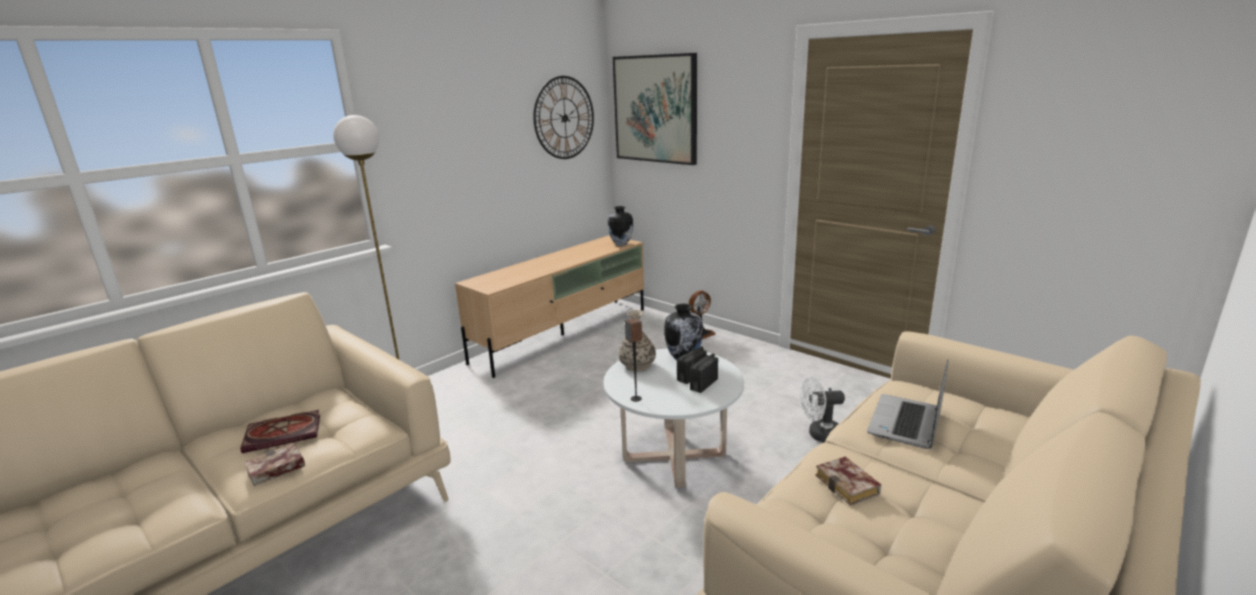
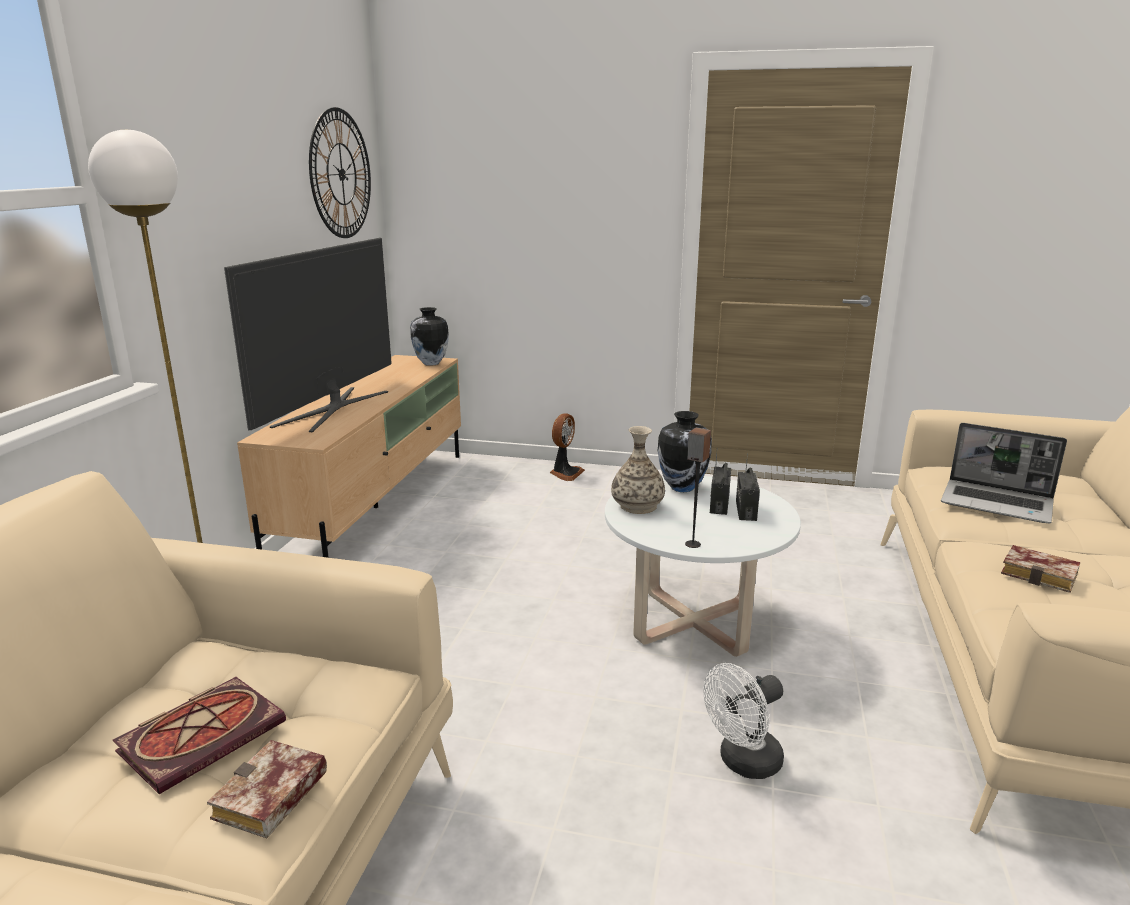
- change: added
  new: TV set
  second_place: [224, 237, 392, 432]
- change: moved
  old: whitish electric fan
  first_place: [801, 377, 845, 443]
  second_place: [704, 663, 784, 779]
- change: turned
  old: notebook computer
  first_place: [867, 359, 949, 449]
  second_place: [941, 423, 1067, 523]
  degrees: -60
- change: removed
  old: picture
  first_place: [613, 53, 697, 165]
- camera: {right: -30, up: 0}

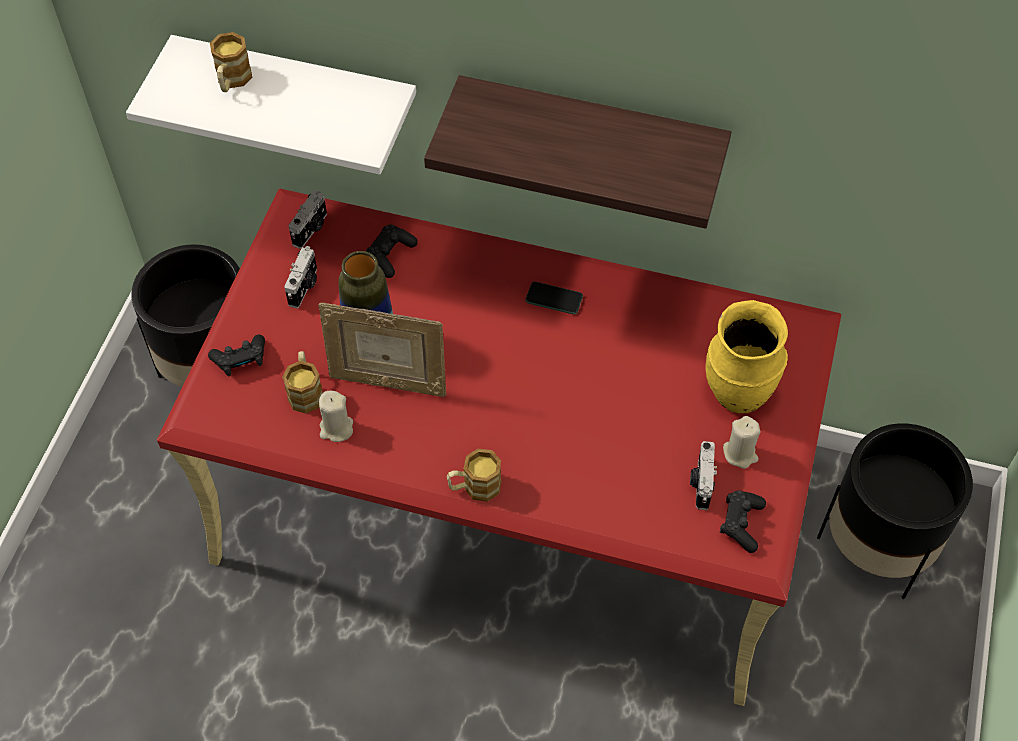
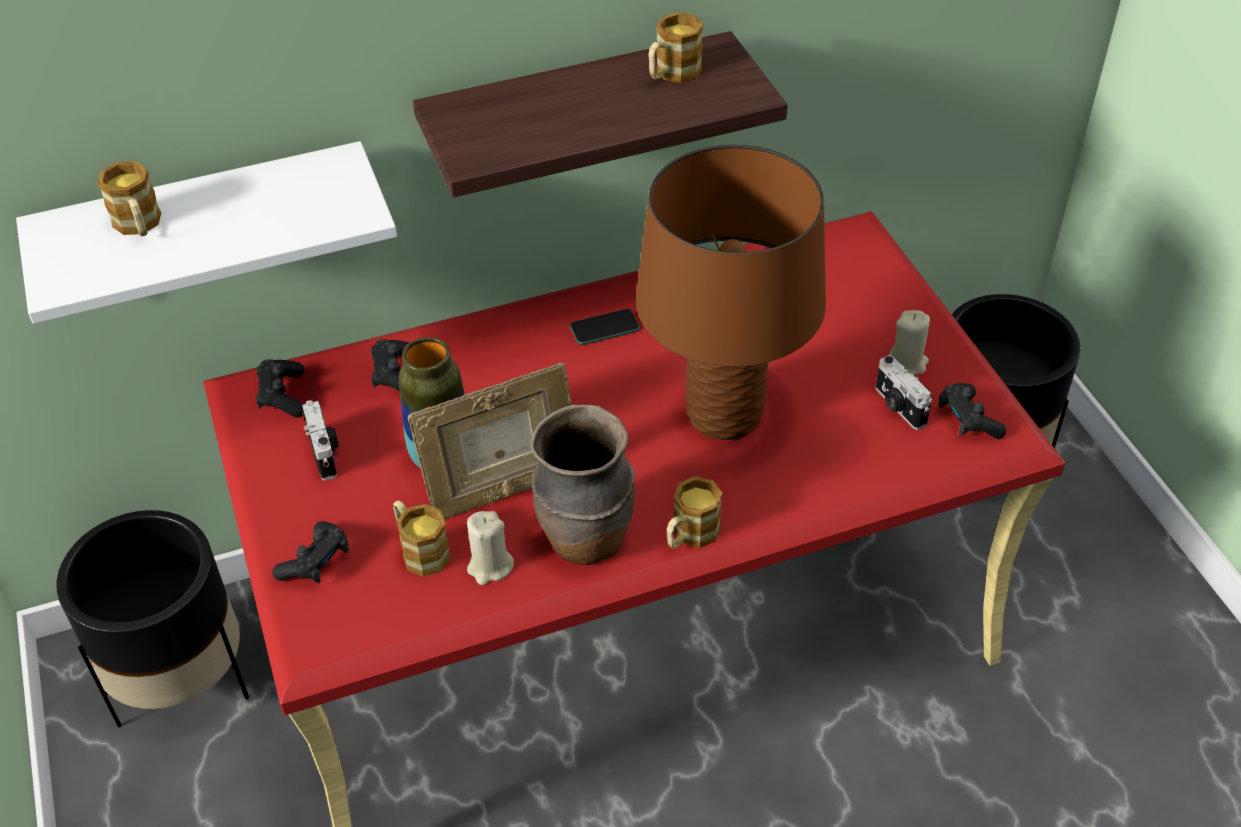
- change: replaced
  old: photo camera
  new: black-coloured gamepad
  first_place: [289, 190, 327, 249]
  second_place: [256, 359, 304, 418]
- change: added
  new: brown flower vase
  second_place: [531, 405, 635, 565]
- change: added
  new: brown lamp for a table
  second_place: [636, 144, 826, 440]
- change: added
  new: tea mug
  second_place: [649, 12, 703, 83]
- change: removed
  old: yellow flower vase
  first_place: [705, 300, 788, 413]
- camera: {right: -35, up: -10}

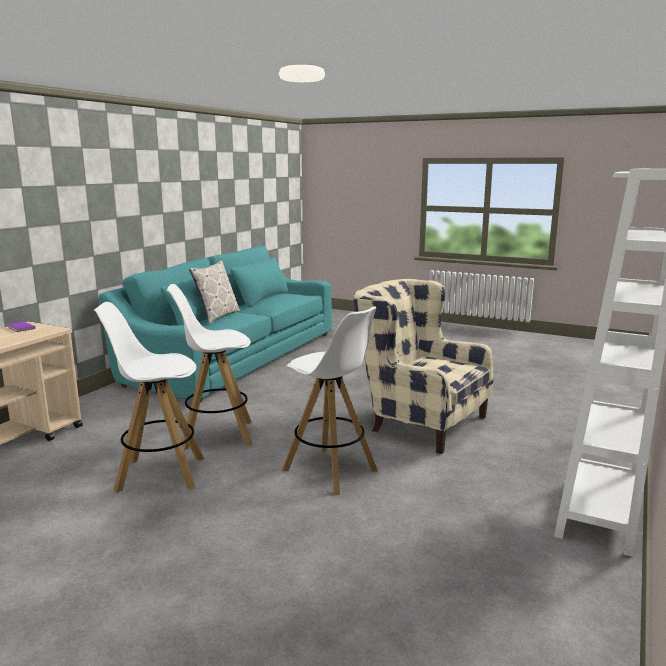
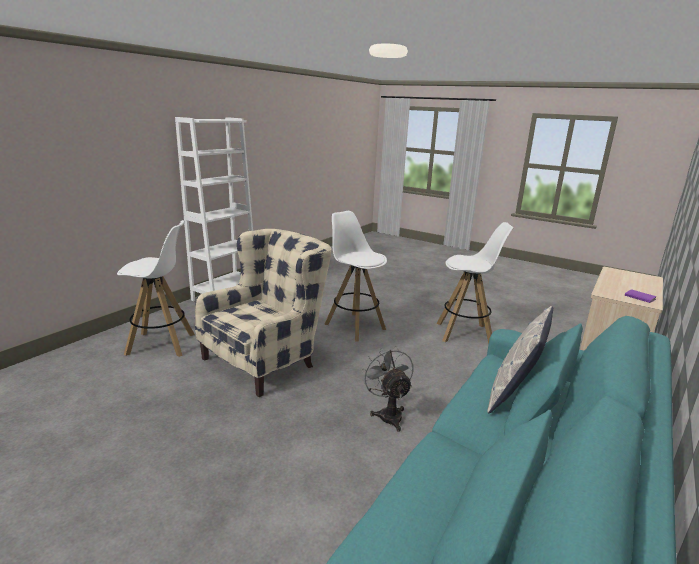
- change: moved
  old: whitish sitting stool
  first_place: [166, 284, 252, 450]
  second_place: [117, 220, 195, 357]
- change: turned
  old: beige-coloured easy chair
  first_place: [354, 279, 493, 454]
  second_place: [195, 229, 331, 397]
  degrees: -90
- change: added
  new: greyish electric fan
  second_place: [361, 346, 413, 432]
- camera: {right: -175, up: 5}

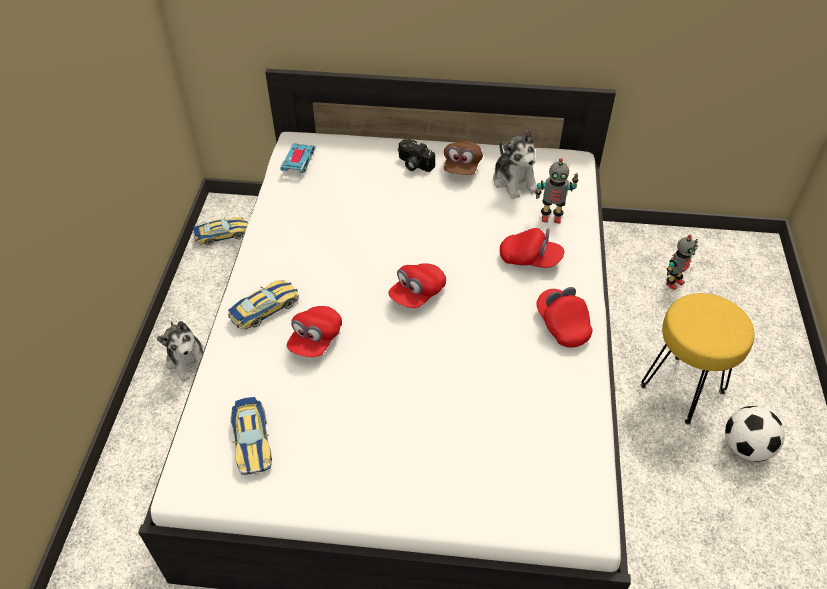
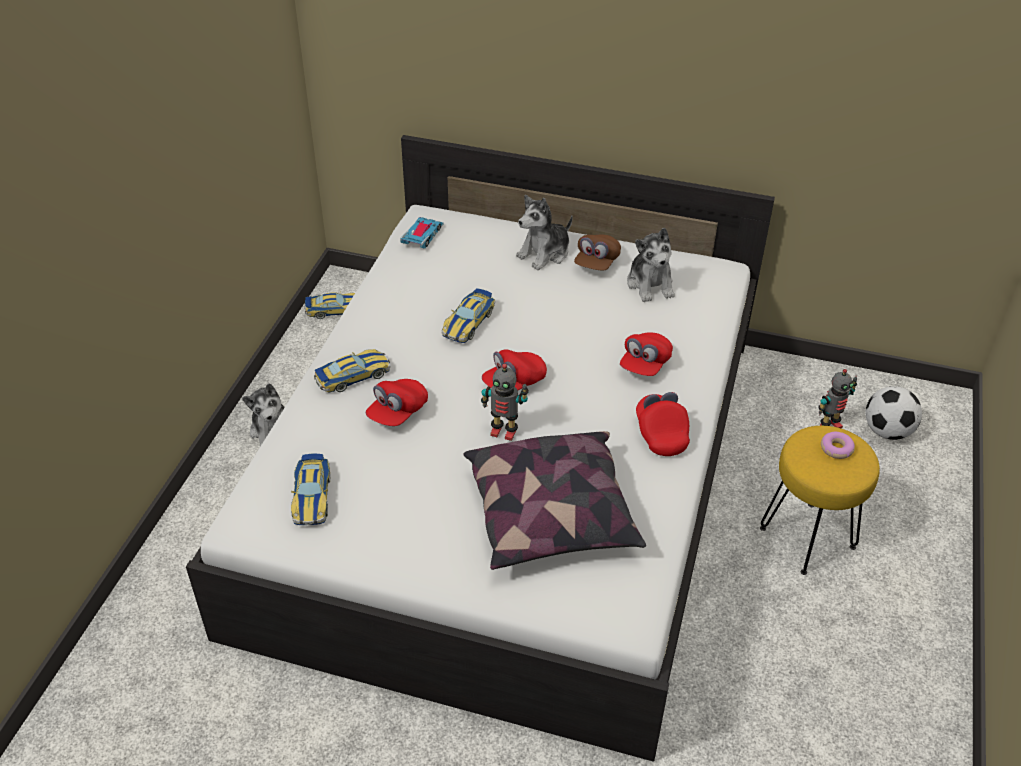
- change: added
  new: model car
  second_place: [442, 288, 495, 343]
- change: added
  new: pillow
  second_place: [463, 431, 646, 570]
- change: moved
  old: toy robot
  first_place: [535, 158, 578, 223]
  second_place: [481, 363, 529, 441]
- change: replaced
  old: photo camera
  new: cuddly toy
  first_place: [398, 139, 435, 172]
  second_place: [516, 195, 573, 270]
- change: turned
  old: reddish peaked cap
  first_place: [500, 228, 564, 268]
  second_place: [620, 332, 673, 376]
  degrees: 90
- change: added
  new: donut
  second_place: [821, 432, 855, 459]
- change: moved
  old: football ball
  first_place: [725, 406, 785, 462]
  second_place: [866, 386, 922, 440]
- camera: {right: 10, up: -5}

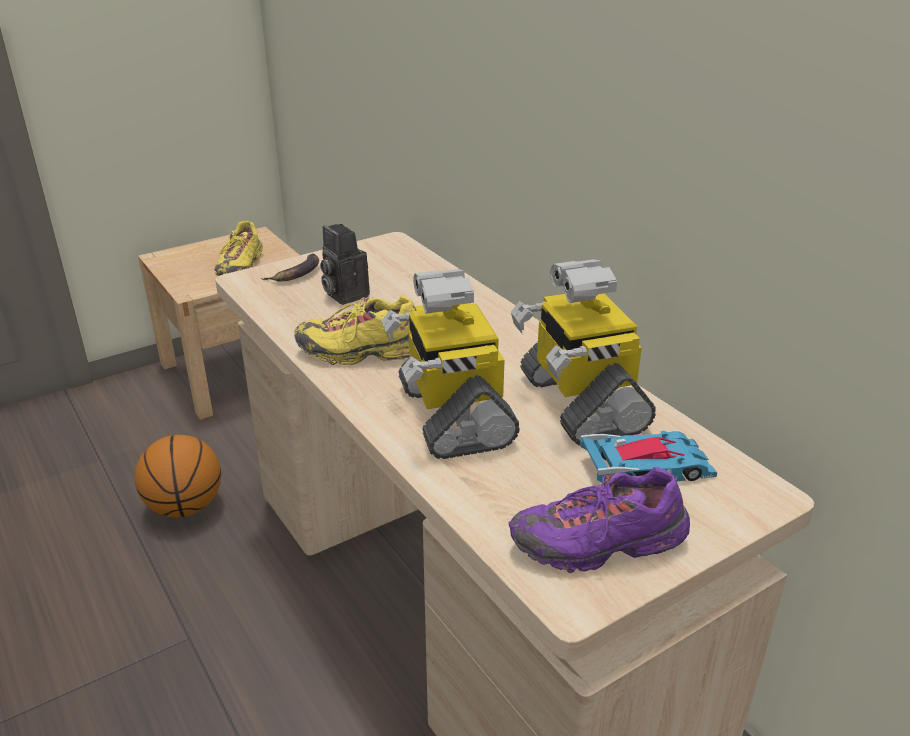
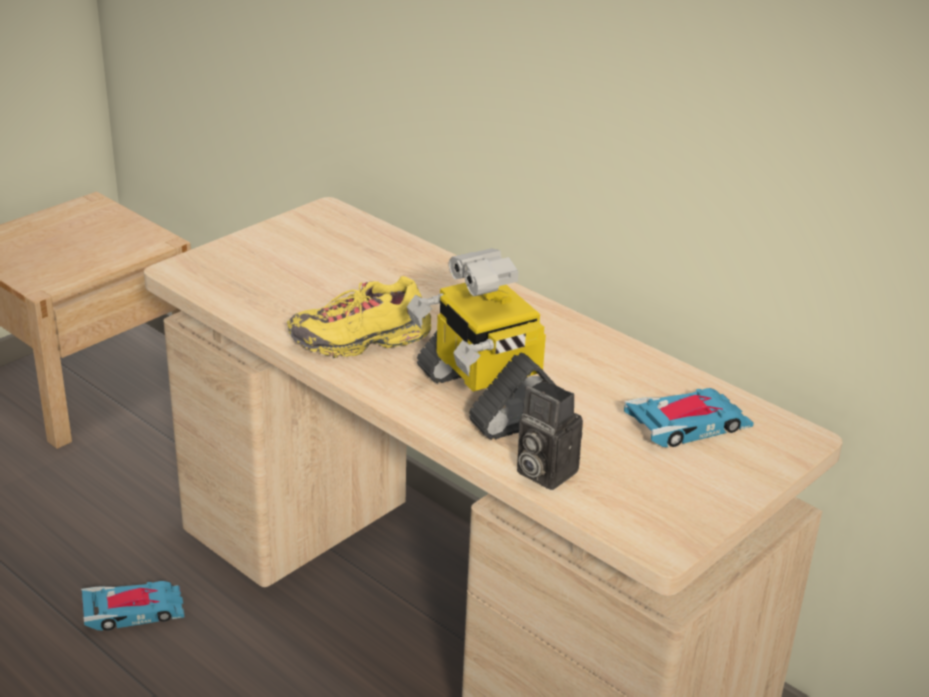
- change: added
  new: model car
  second_place: [81, 581, 185, 631]
- change: moved
  old: photo camera
  first_place: [320, 224, 370, 305]
  second_place: [517, 379, 583, 490]
- change: removed
  old: basketball ball
  first_place: [135, 435, 221, 518]
- change: removed
  old: yellow low shoe
  first_place: [214, 221, 263, 276]
- change: removed
  old: banana fruit
  first_place: [261, 254, 319, 282]
- change: removed
  old: purple low shoe
  first_place: [508, 467, 690, 573]
- change: removed
  old: toy robot
  first_place: [511, 259, 656, 446]
- camera: {right: -15, up: 0}

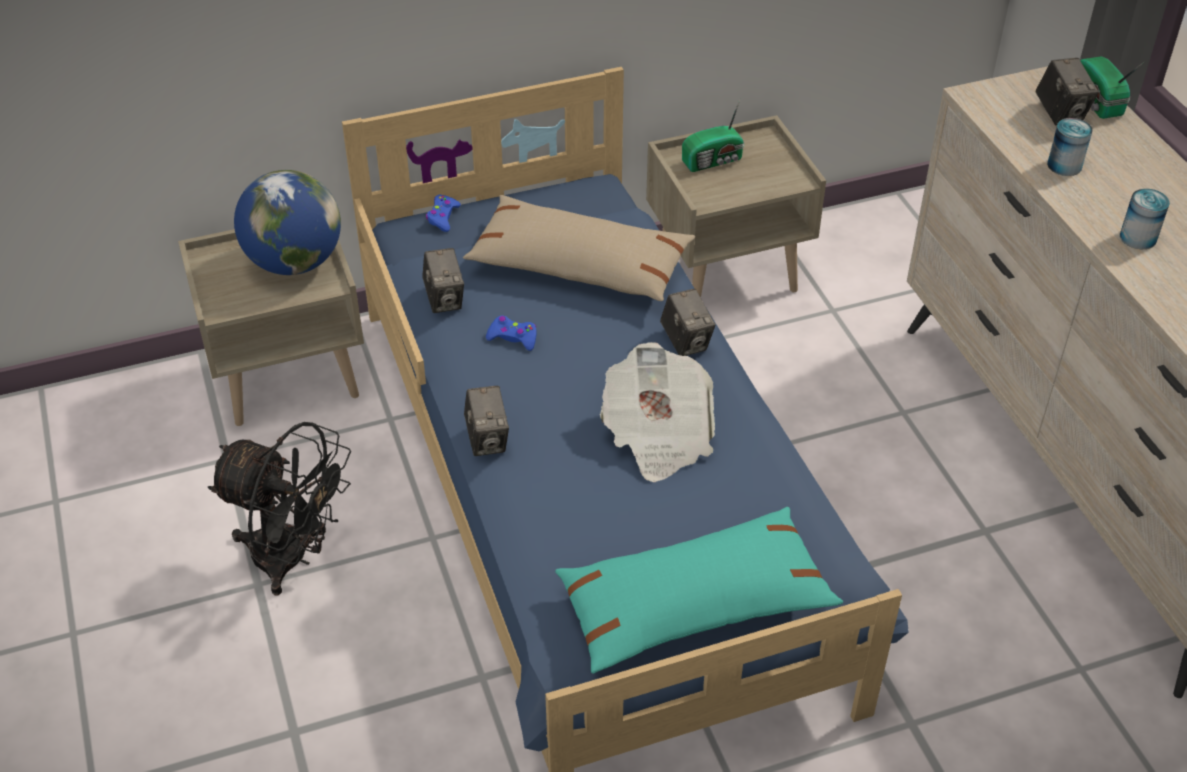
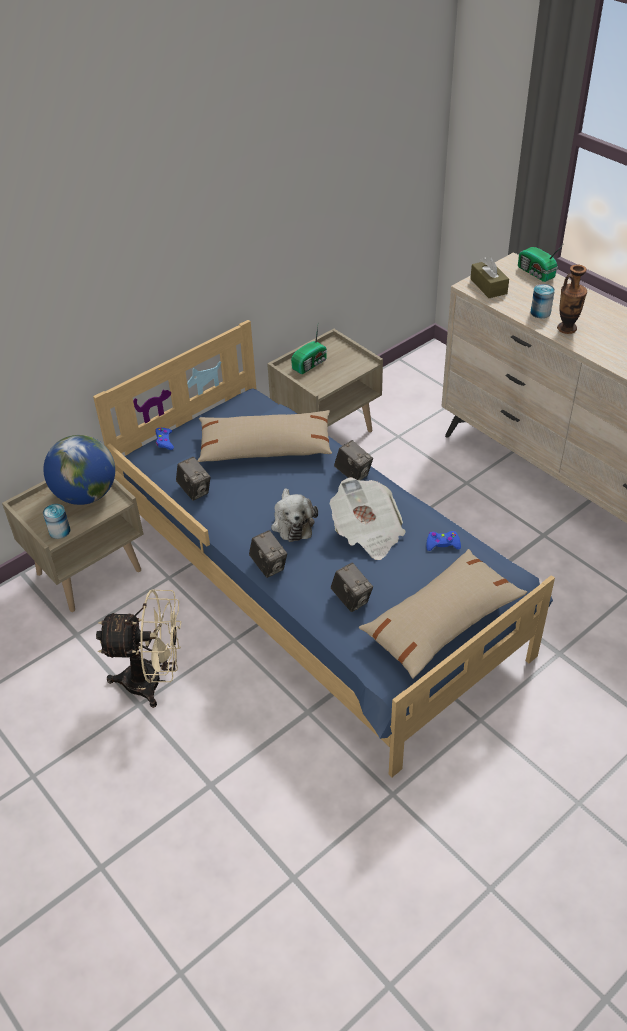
- change: moved
  old: can
  first_place: [1120, 189, 1170, 249]
  second_place: [43, 504, 70, 539]
- change: recoloured
  old: black-coloured electric fan
  new: beige-coloured electric fan
  first_place: [208, 422, 351, 595]
  second_place: [96, 589, 181, 708]
- change: added
  new: cuddly toy
  second_place: [271, 488, 318, 542]
- change: moved
  old: photo camera
  first_place: [1035, 58, 1099, 126]
  second_place: [331, 563, 373, 612]
- change: recoloured
  old: blue-green pillow
  new: beige-coloured pillow
  first_place: [555, 507, 843, 674]
  second_place: [359, 549, 527, 679]
- change: moved
  old: blue gamepad
  first_place: [486, 315, 537, 351]
  second_place: [426, 531, 461, 551]
- change: added
  new: brown tissue box
  second_place: [470, 256, 509, 298]
- change: added
  new: flower vase
  second_place: [557, 264, 587, 334]
- camera: {right: -20, up: 0}

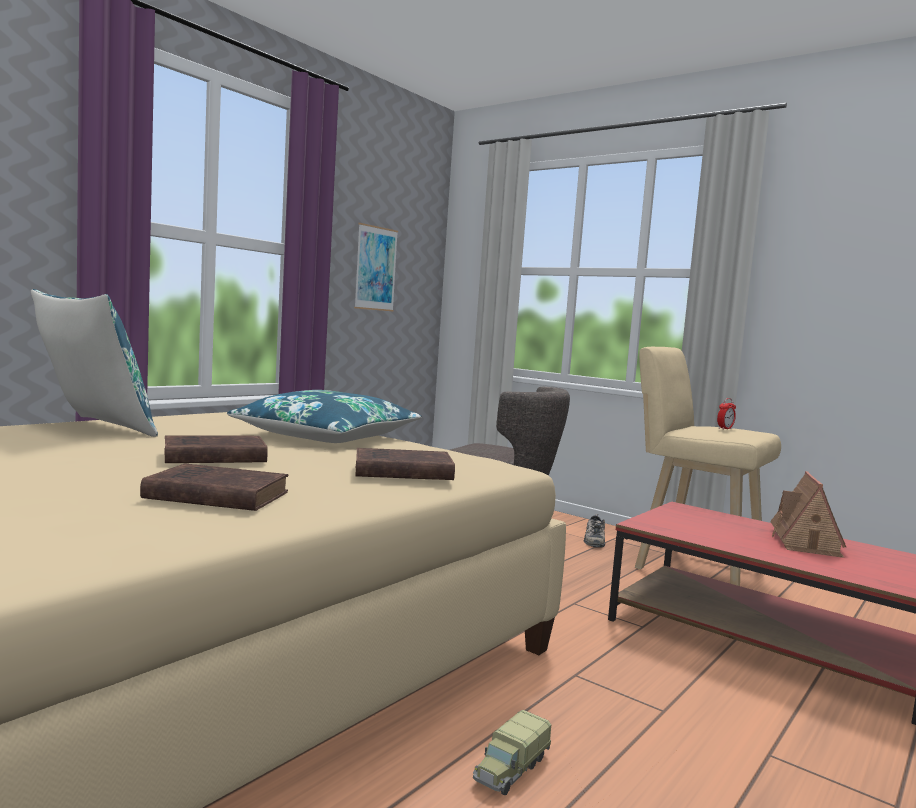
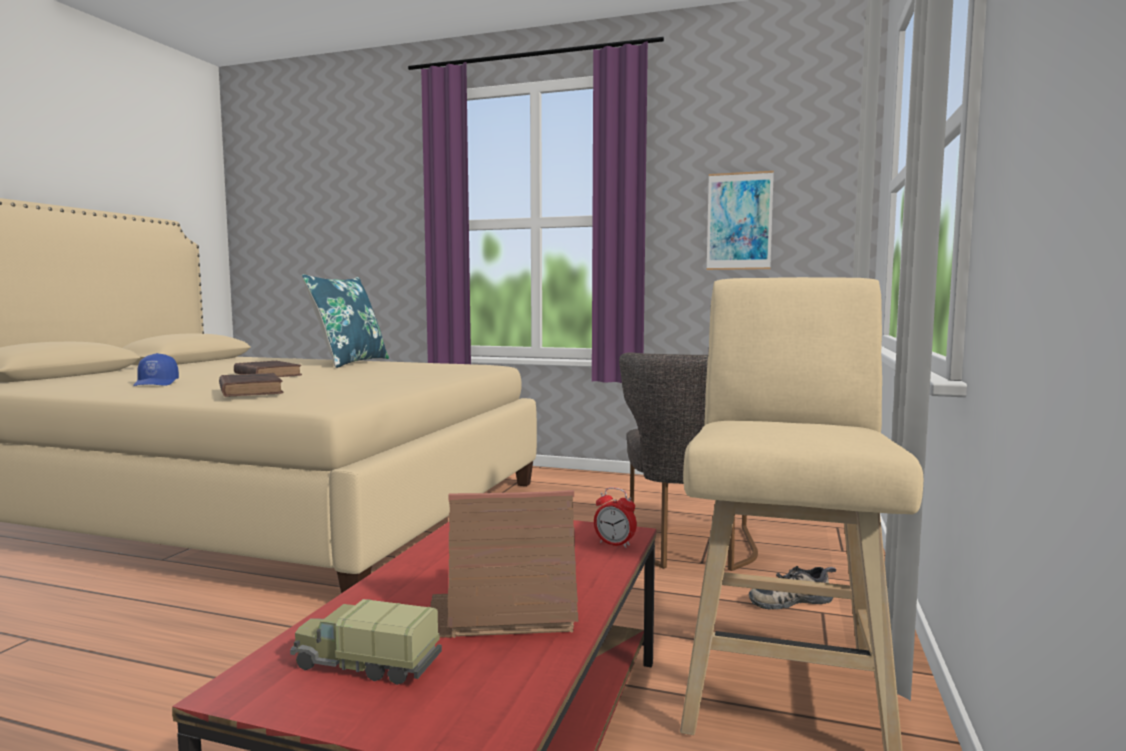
- change: replaced
  old: brown book
  new: blue peaked cap
  first_place: [140, 464, 288, 511]
  second_place: [133, 353, 179, 386]
- change: moved
  old: model truck
  first_place: [473, 710, 551, 795]
  second_place: [290, 599, 442, 685]
- change: moved
  old: table clock
  first_place: [717, 398, 736, 430]
  second_place: [594, 487, 637, 548]
- change: removed
  old: blue pillow
  first_place: [227, 390, 422, 443]
- camera: {right: 70, up: 0}

